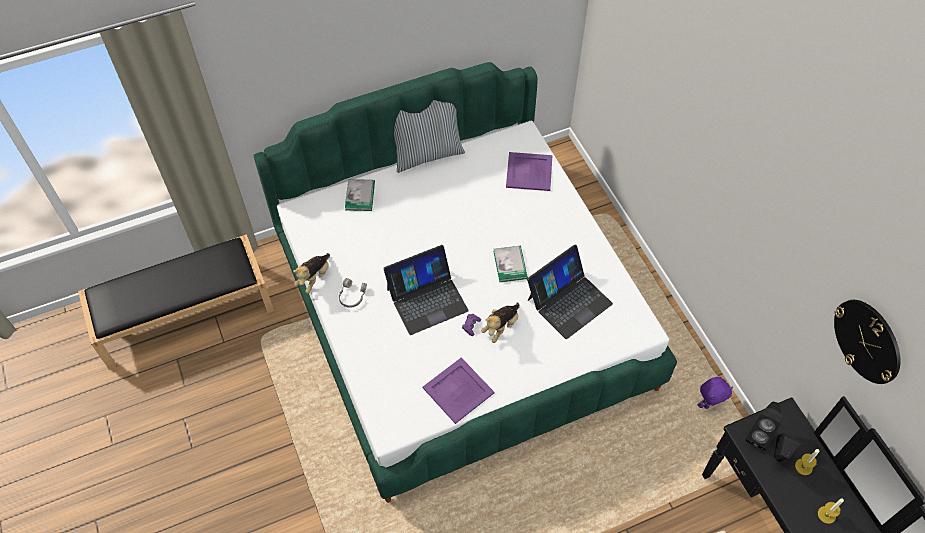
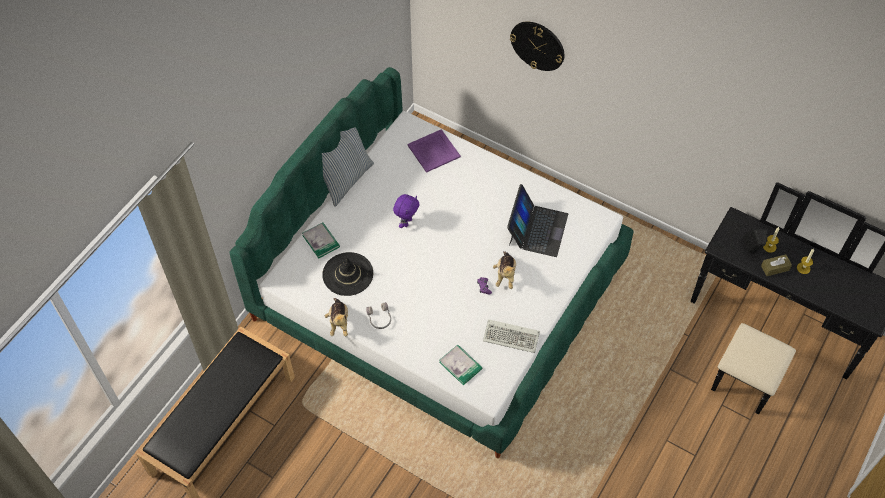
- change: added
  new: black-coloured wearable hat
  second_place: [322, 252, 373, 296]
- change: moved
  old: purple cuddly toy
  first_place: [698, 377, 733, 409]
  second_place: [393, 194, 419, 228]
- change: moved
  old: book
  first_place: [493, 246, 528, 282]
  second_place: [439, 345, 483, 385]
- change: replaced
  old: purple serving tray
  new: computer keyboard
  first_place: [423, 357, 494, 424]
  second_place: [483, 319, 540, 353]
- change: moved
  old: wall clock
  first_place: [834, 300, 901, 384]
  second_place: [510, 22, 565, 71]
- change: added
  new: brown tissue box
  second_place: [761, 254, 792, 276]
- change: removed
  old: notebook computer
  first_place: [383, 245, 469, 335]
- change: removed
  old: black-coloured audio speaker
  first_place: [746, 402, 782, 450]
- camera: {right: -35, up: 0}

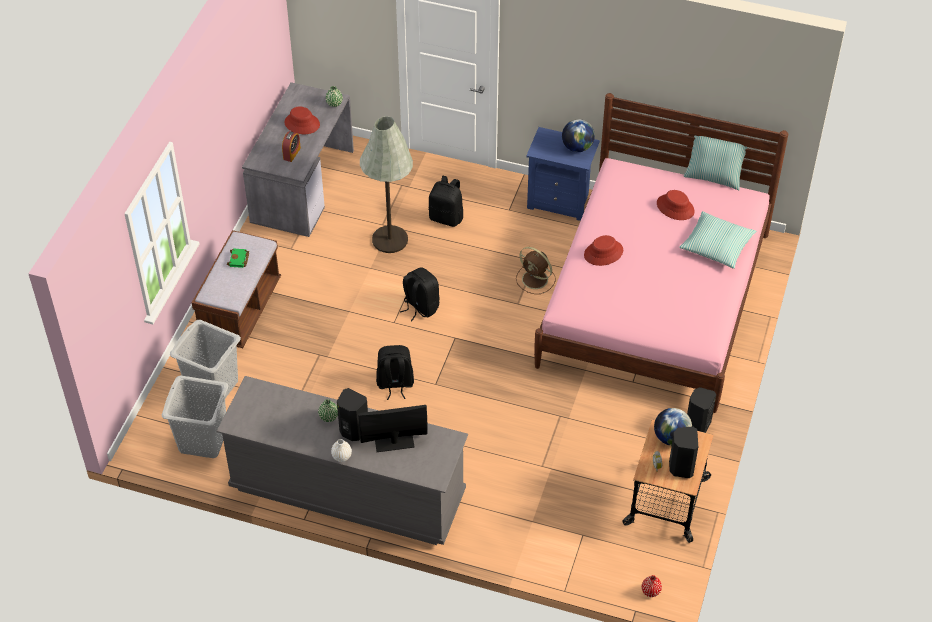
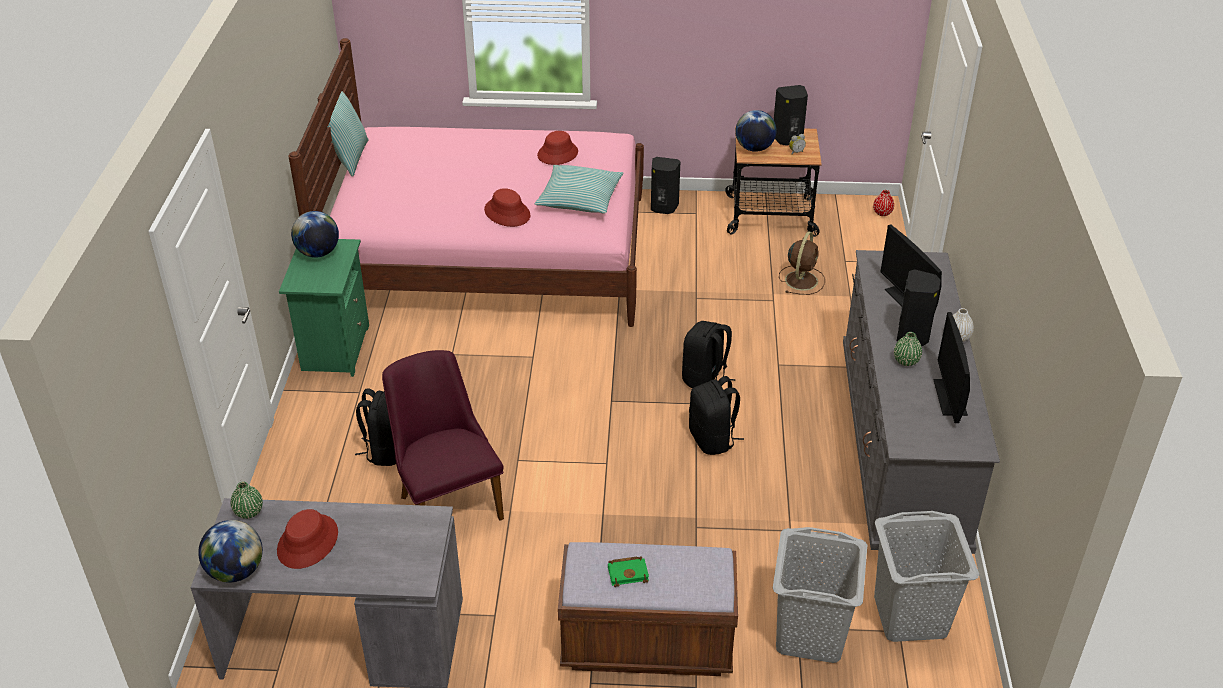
- change: added
  new: globe
  second_place: [198, 520, 263, 583]
- change: recoloured
  old: blue night table
  new: green-coloured night table
  first_place: [526, 127, 600, 221]
  second_place: [279, 239, 369, 377]
- change: replaced
  old: greyish standing lamp
  new: purple upright chair
  first_place: [360, 116, 413, 253]
  second_place: [382, 350, 504, 521]
- change: moved
  old: pillow
  first_place: [679, 211, 756, 269]
  second_place: [535, 165, 623, 214]
- change: moved
  old: reddish wearable hat
  first_place: [657, 190, 695, 220]
  second_place: [537, 131, 578, 165]
- change: moved
  old: black-coloured rucksack
  first_place: [400, 267, 440, 321]
  second_place: [682, 321, 735, 388]
- change: moved
  old: brown electric fan
  first_place: [516, 247, 556, 294]
  second_place: [779, 231, 825, 295]
- change: added
  new: monitor
  second_place: [933, 312, 970, 423]
- change: removed
  old: table clock
  first_place: [282, 131, 301, 162]
- camera: {right: -105, up: -10}

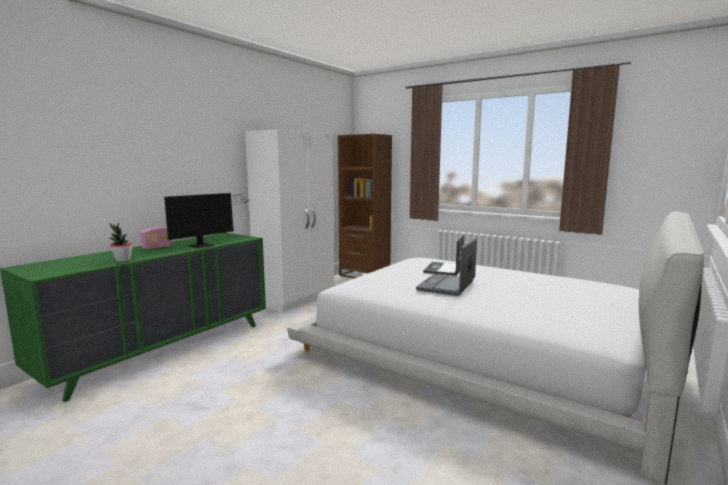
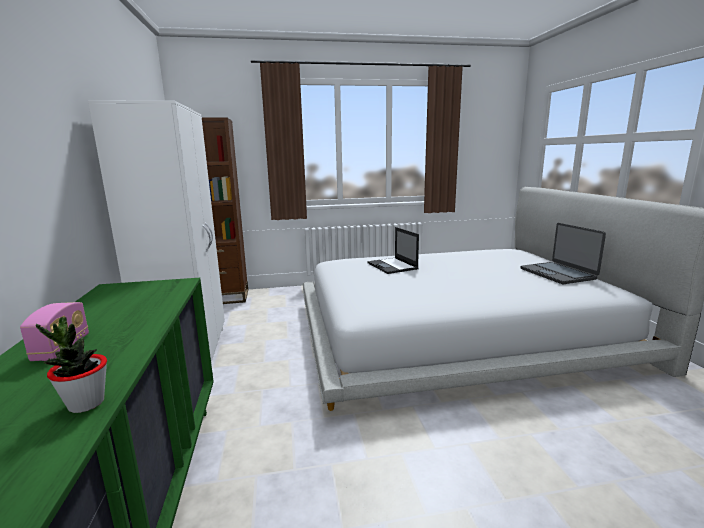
- change: moved
  old: notebook computer
  first_place: [416, 238, 477, 296]
  second_place: [520, 223, 606, 284]
- change: removed
  old: monitor
  first_place: [164, 193, 243, 248]
- camera: {right: -45, up: 5}

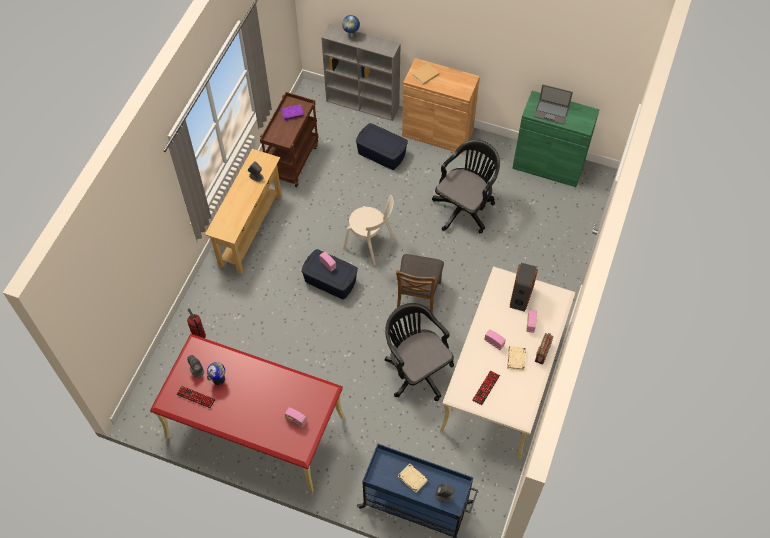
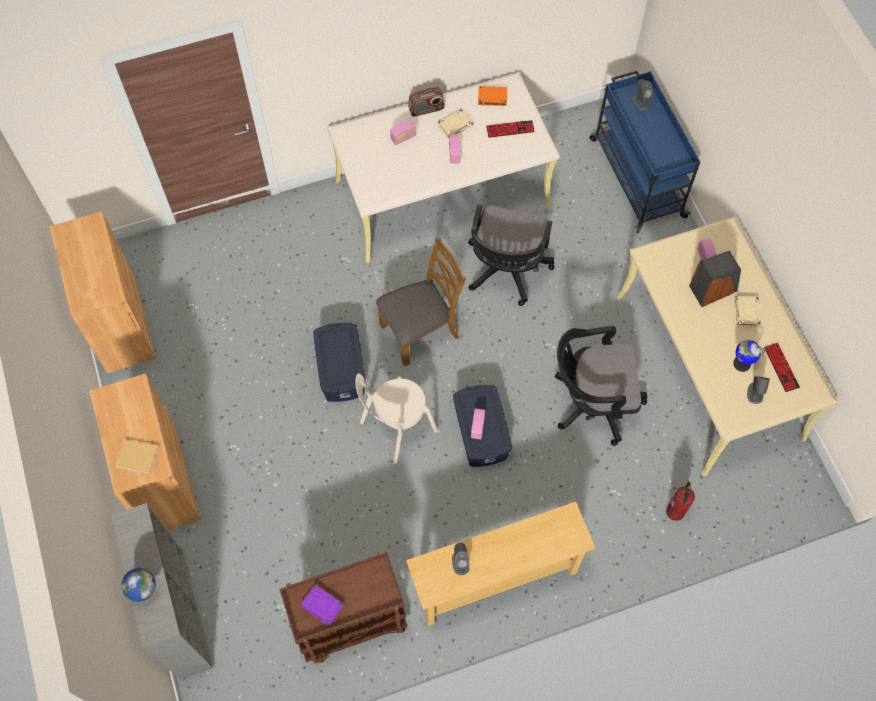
- change: recoloured
  old: green-coloured storage cabinet
  new: brown storage cabinet
  first_place: [512, 91, 600, 187]
  second_place: [50, 211, 156, 373]
- change: moved
  old: blue storage container
  first_place: [356, 123, 408, 170]
  second_place: [313, 323, 365, 402]
- change: turned
  old: beige-coloured upright chair
  first_place: [343, 195, 394, 266]
  second_place: [355, 373, 438, 464]
  degrees: -120
- change: added
  new: orange book
  second_place: [478, 86, 507, 106]
- change: moved
  old: black-coloured computer chair
  first_place: [432, 140, 500, 233]
  second_place: [555, 326, 647, 446]
- change: recoloured
  old: reddish desk table
  new: beige-coloured desk table
  first_place: [150, 334, 345, 493]
  second_place: [617, 216, 838, 477]
- change: moved
  old: audio speaker
  first_place: [510, 263, 538, 312]
  second_place: [689, 251, 741, 307]
- change: moved
  old: beige-coloured book
  first_place: [398, 463, 428, 493]
  second_place: [735, 296, 761, 327]
- change: removed
  old: notebook computer
  first_place: [534, 84, 573, 125]
- camera: {right: -130, up: 5}

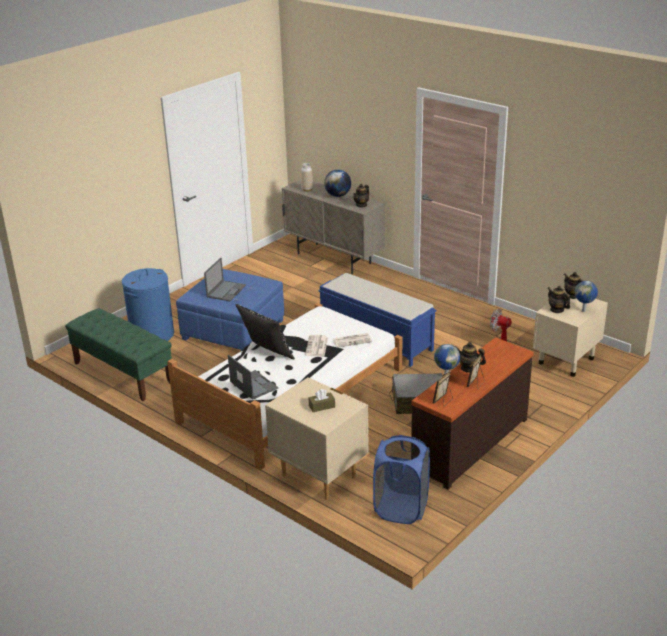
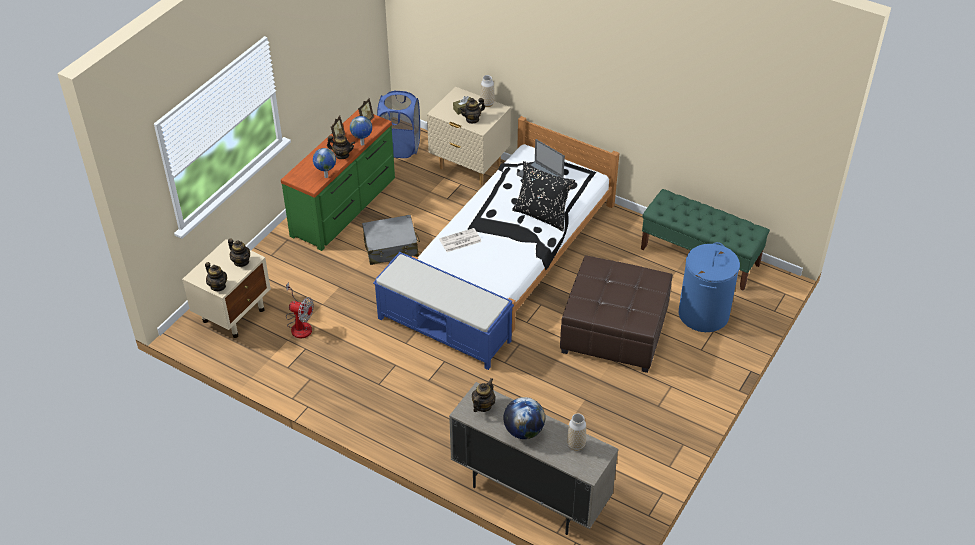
- change: recoloured
  old: brown drawer chest
  new: green-coloured drawer chest
  first_place: [411, 337, 534, 490]
  second_place: [281, 110, 395, 251]
- change: moved
  old: globe
  first_place: [575, 281, 598, 312]
  second_place: [313, 148, 336, 178]
- change: added
  new: tea pot
  second_place: [460, 98, 485, 124]
- change: added
  new: flower vase
  second_place: [480, 75, 495, 107]
- change: recoloured
  old: blue pouffe
  new: brown pouffe
  first_place: [176, 269, 284, 351]
  second_place: [560, 255, 673, 373]
- change: removed
  old: notebook computer
  first_place: [204, 257, 246, 301]
- change: removed
  old: daily paper
  first_place: [305, 335, 328, 356]
- camera: {right: 170, up: 15}

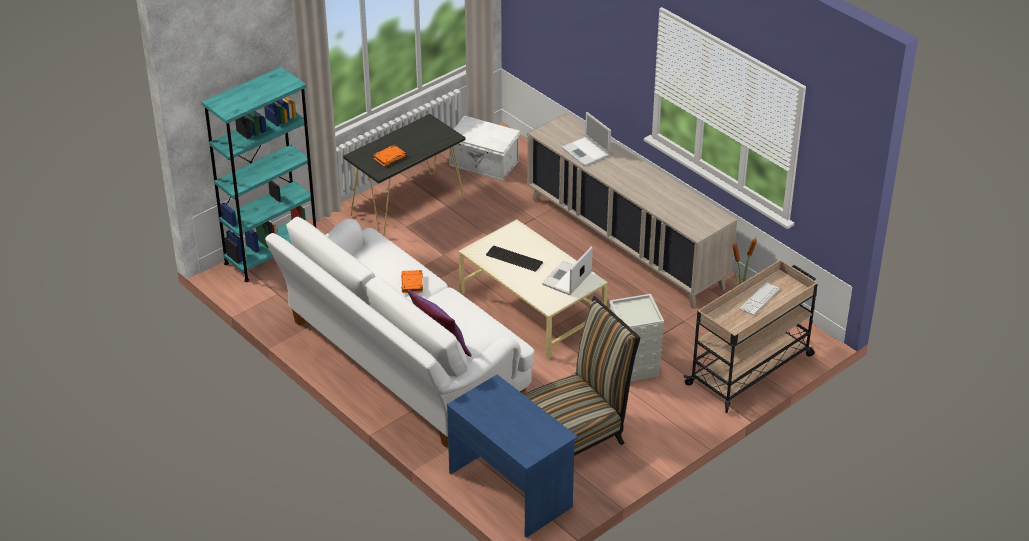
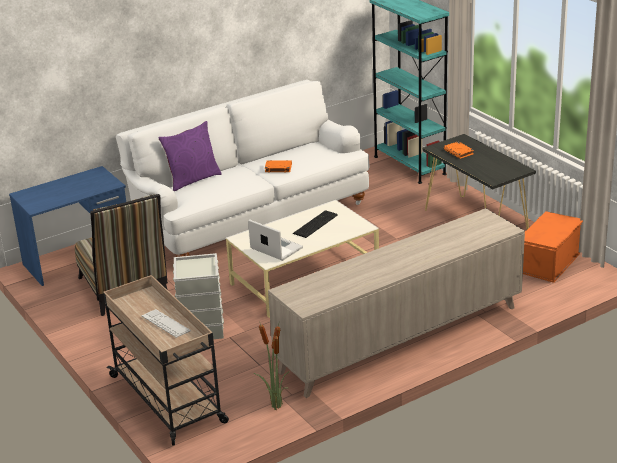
- change: recoloured
  old: whitish storage container
  new: orange storage container
  first_place: [449, 116, 520, 181]
  second_place: [523, 211, 583, 283]
- change: removed
  old: notebook computer
  first_place: [561, 112, 611, 166]
- camera: {right: 100, up: -10}

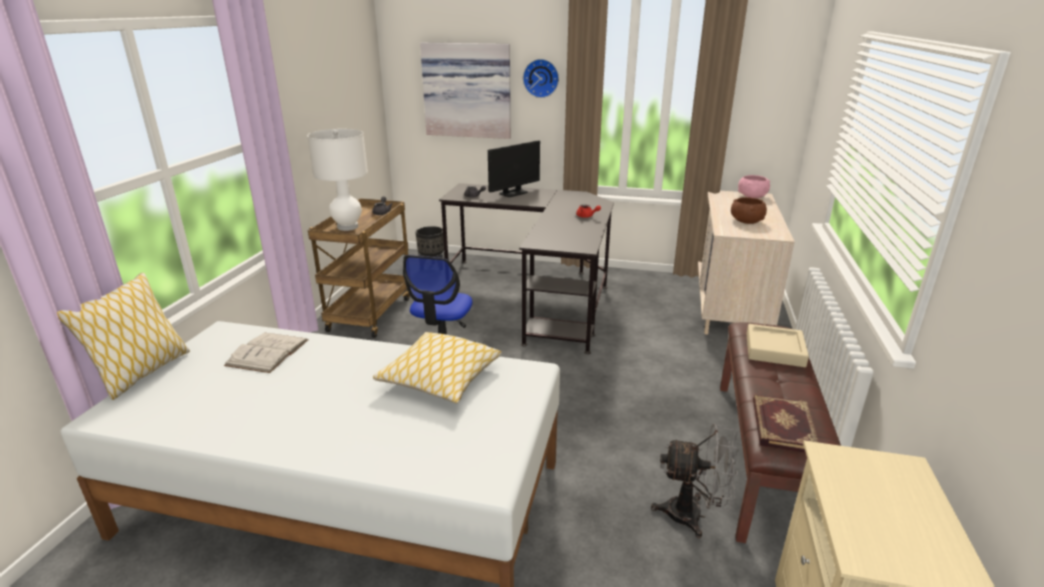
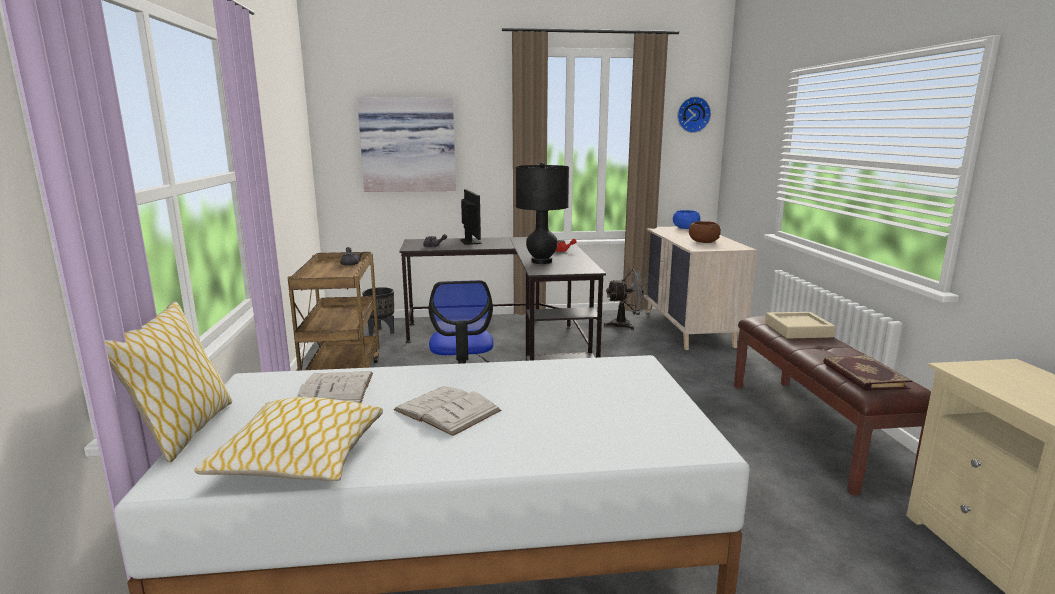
- change: moved
  old: pillow
  first_place: [373, 332, 502, 404]
  second_place: [194, 397, 383, 481]
- change: added
  new: whitish book
  second_place: [393, 386, 501, 436]
- change: turned
  old: monitor
  first_place: [488, 140, 540, 197]
  second_place: [460, 189, 481, 245]
  degrees: -45
- change: added
  new: black-coloured lamp for a table
  second_place: [516, 163, 569, 264]
- change: moved
  old: greyish electric fan
  first_place: [651, 423, 739, 538]
  second_place: [604, 268, 649, 330]
- change: recoloured
  old: pinkish deep dish
  new: blue deep dish
  first_place: [738, 175, 770, 198]
  second_place: [673, 210, 700, 229]
- change: moved
  old: wall clock
  first_place: [523, 59, 559, 98]
  second_place: [677, 96, 711, 133]
- change: removed
  old: whitish lamp for a table
  first_place: [307, 129, 368, 231]
- camera: {right: -20, up: -10}

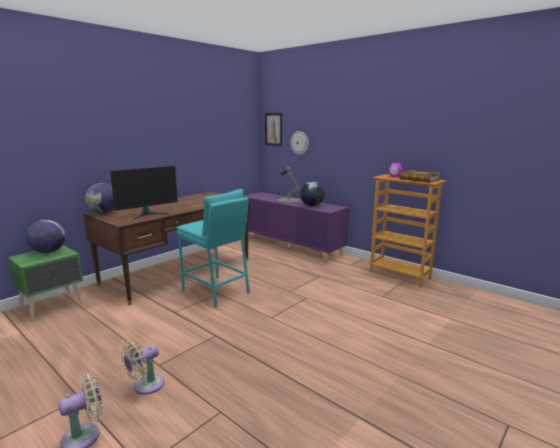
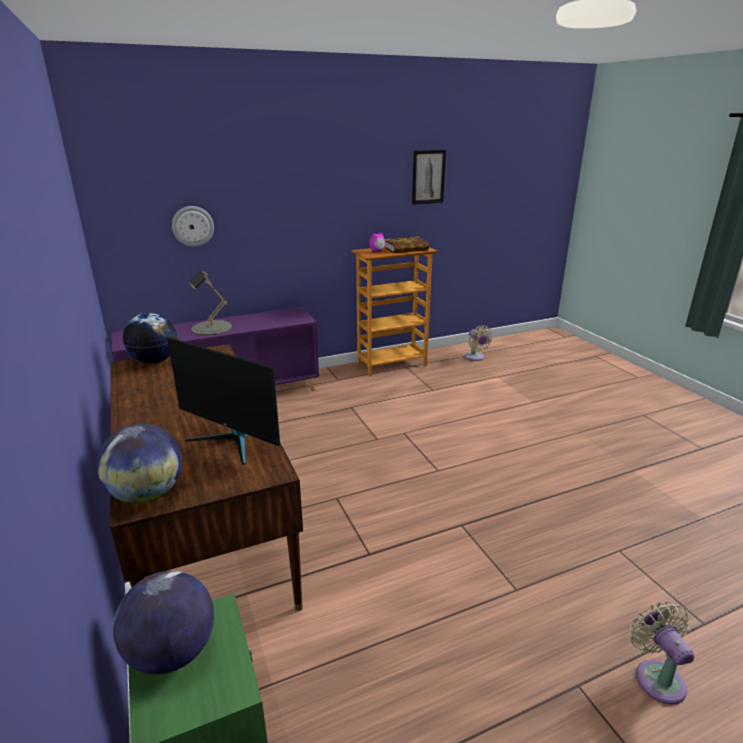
- change: moved
  old: globe
  first_place: [300, 181, 325, 206]
  second_place: [123, 313, 177, 364]
- change: turned
  old: monitor
  first_place: [110, 166, 178, 220]
  second_place: [167, 337, 280, 465]
  degrees: 135
- change: moved
  old: picture
  first_place: [265, 113, 282, 146]
  second_place: [412, 150, 446, 205]
- change: moved
  old: beige-coloured electric fan
  first_place: [121, 340, 165, 395]
  second_place: [464, 325, 493, 361]
- change: removed
  old: blue-green sitting stool
  first_place: [176, 189, 250, 307]
- camera: {right: -65, up: 10}

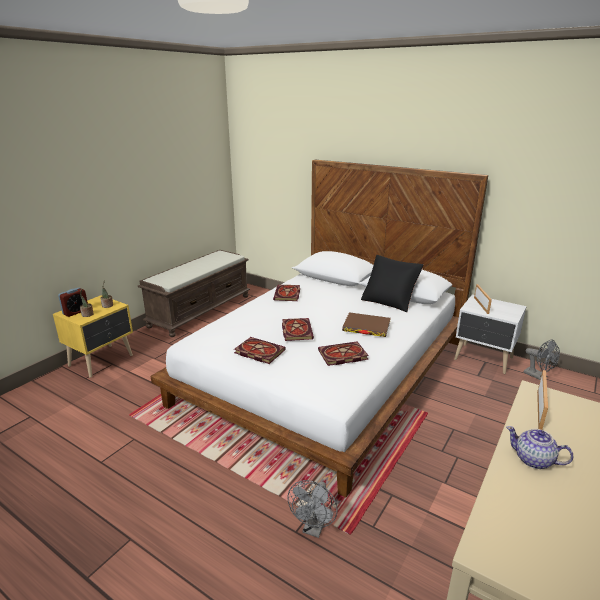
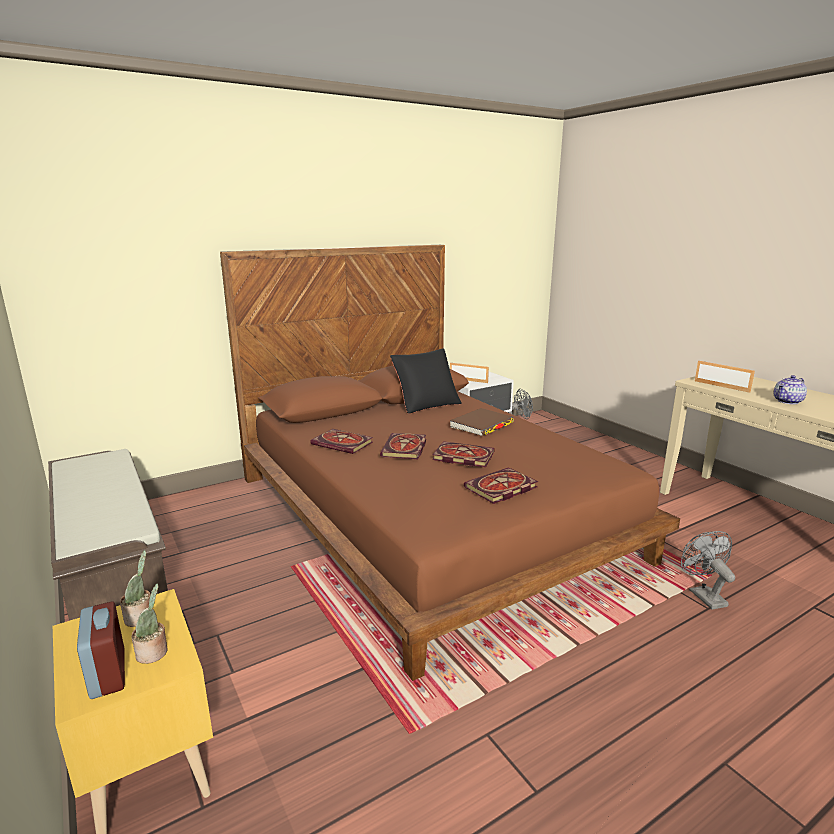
- change: recoloured
  old: whitish bedroom bed
  new: brown bedroom bed
  first_place: [151, 160, 488, 497]
  second_place: [220, 245, 680, 681]
- change: moved
  old: book
  first_place: [318, 342, 369, 366]
  second_place: [380, 433, 426, 459]
- change: turned
  old: greyish electric fan
  first_place: [287, 480, 338, 538]
  second_place: [681, 531, 735, 609]
  degrees: -150
- camera: {right: -65, up: -5}

